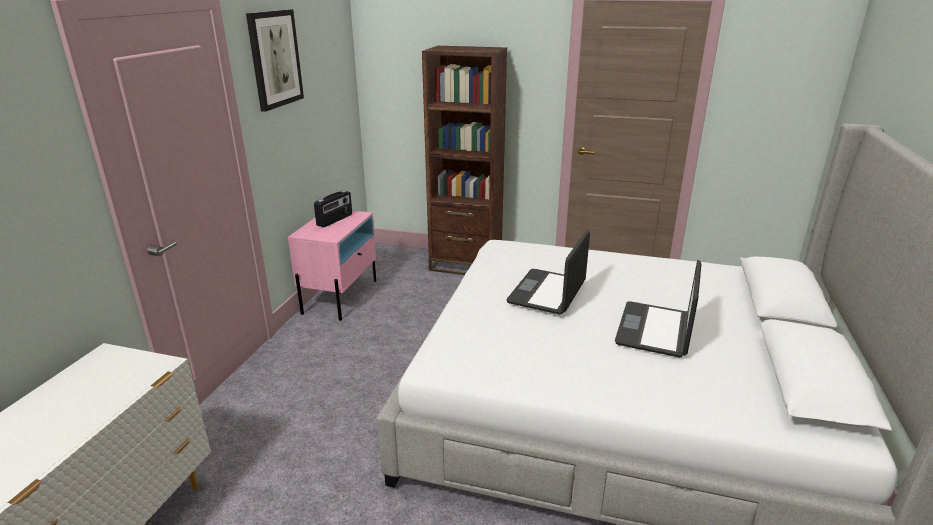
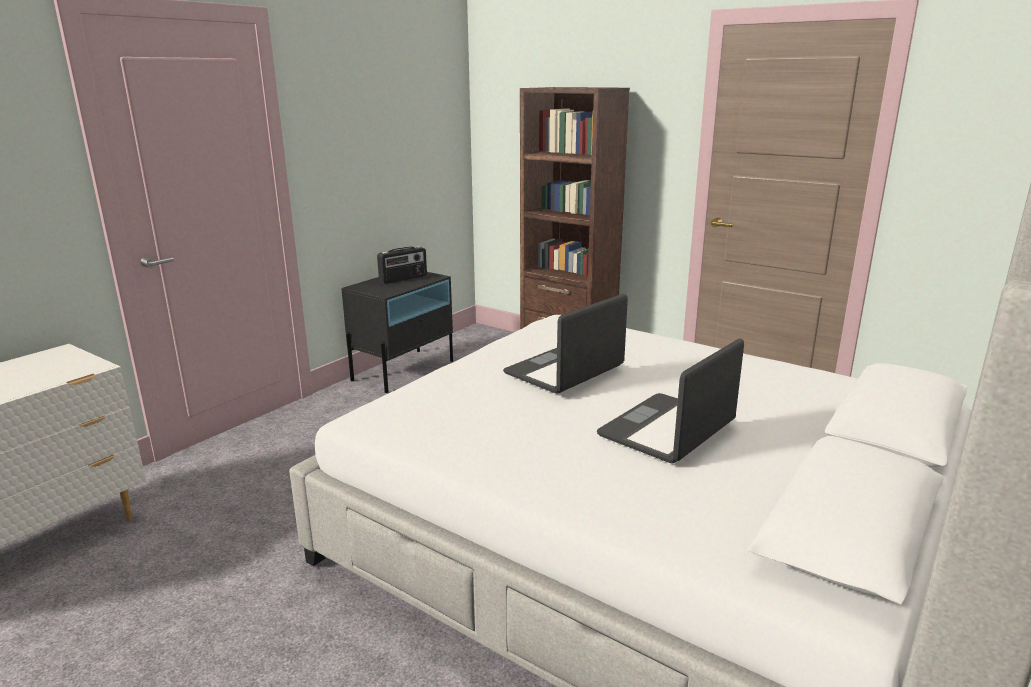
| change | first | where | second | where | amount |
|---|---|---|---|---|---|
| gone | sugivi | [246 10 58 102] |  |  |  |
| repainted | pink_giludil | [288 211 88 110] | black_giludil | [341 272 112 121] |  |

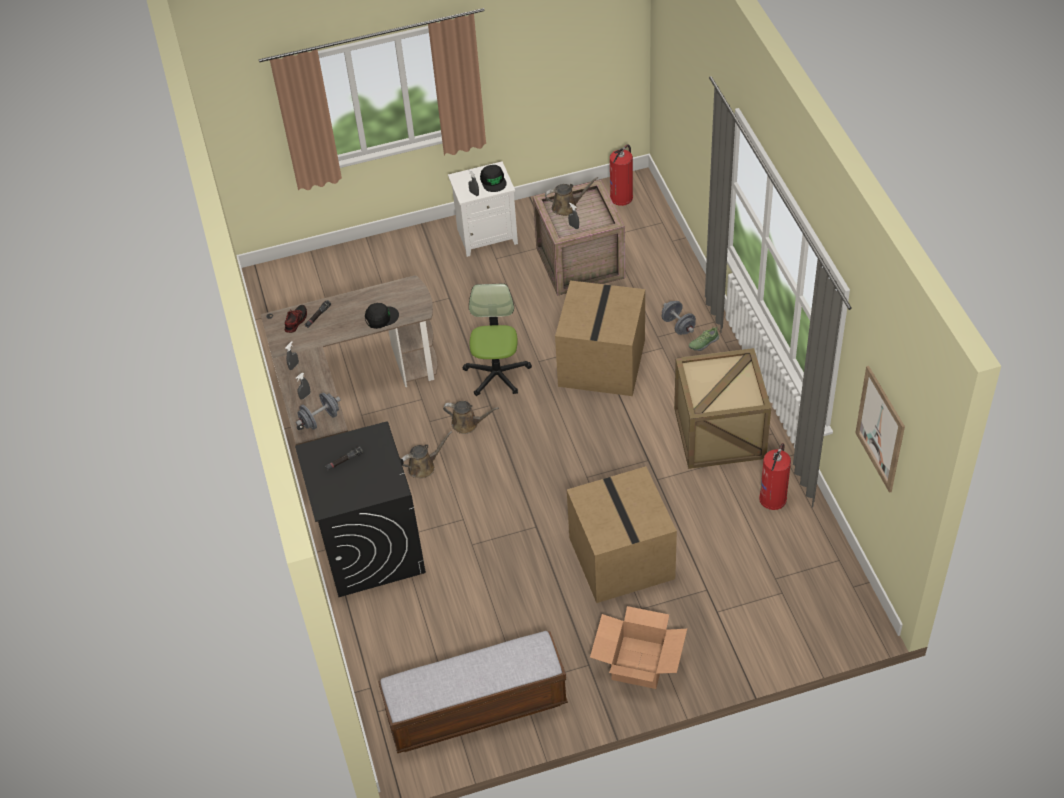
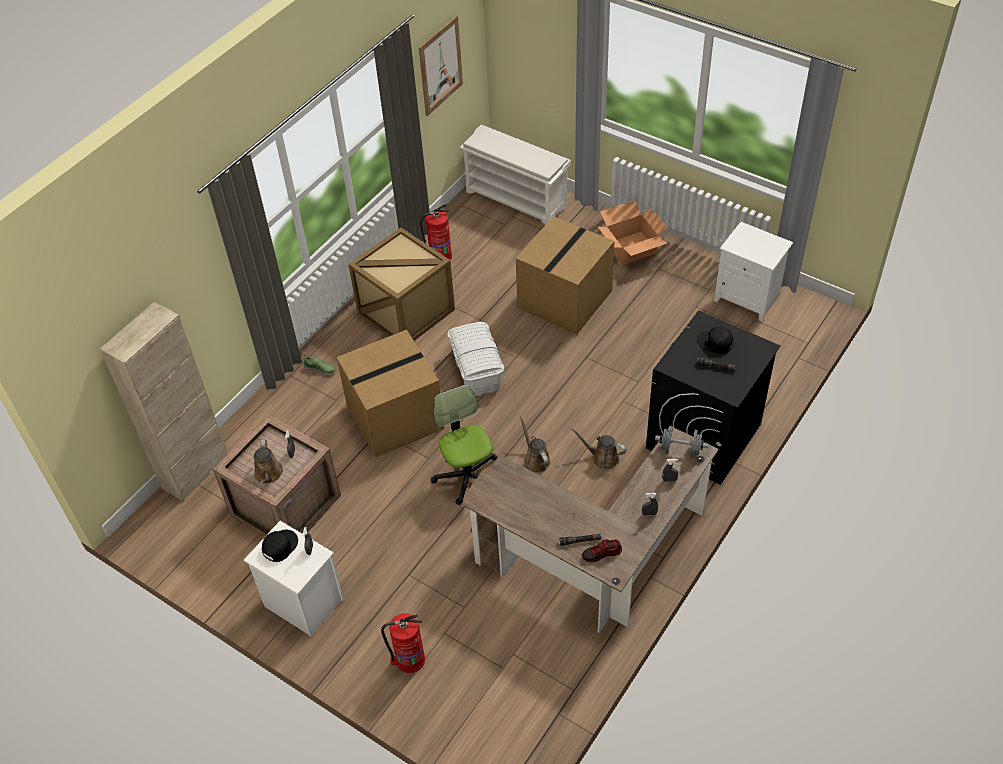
| change | first | where | second | where | amount |
|---|---|---|---|---|---|
| shifted | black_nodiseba | [365 303 34 26] |  | [697 327 37 27] |  |
| swapped | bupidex | [378 631 190 122] | white_giludil | [714 222 79 100] |  |
| rotated | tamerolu | [463 283 69 113] |  | [431 385 66 120] | 105 degrees clockwise |
| rotated | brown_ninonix | [545 177 53 39] |  | [254 440 29 45] | 135 degrees counterclockwise |
| shifted | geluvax | [610 144 23 62] |  | [381 613 44 60] |  |
| gone | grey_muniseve | [662 301 34 34] |  |  |  |
| new |  |  | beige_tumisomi | [100 302 128 199] |  |
| new |  |  | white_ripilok | [447 322 57 74] |  |
| new |  |  | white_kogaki | [460 125 111 100] |  |

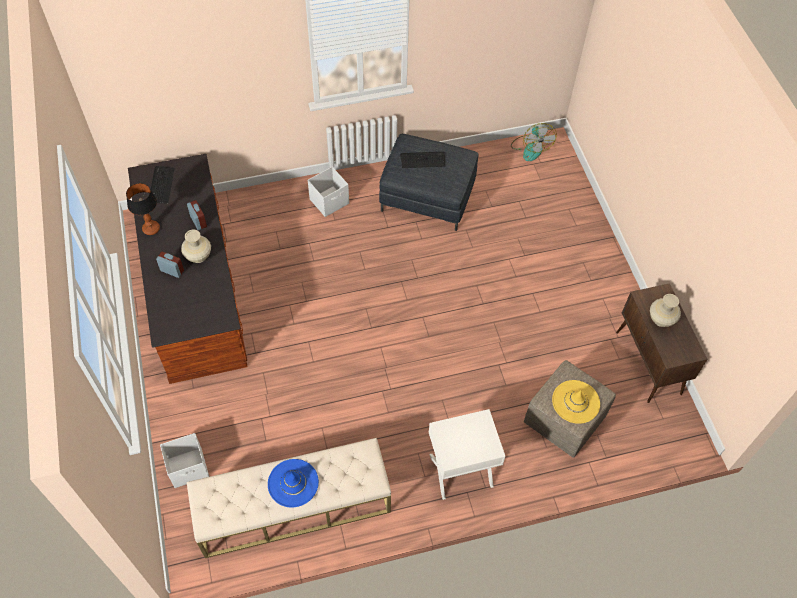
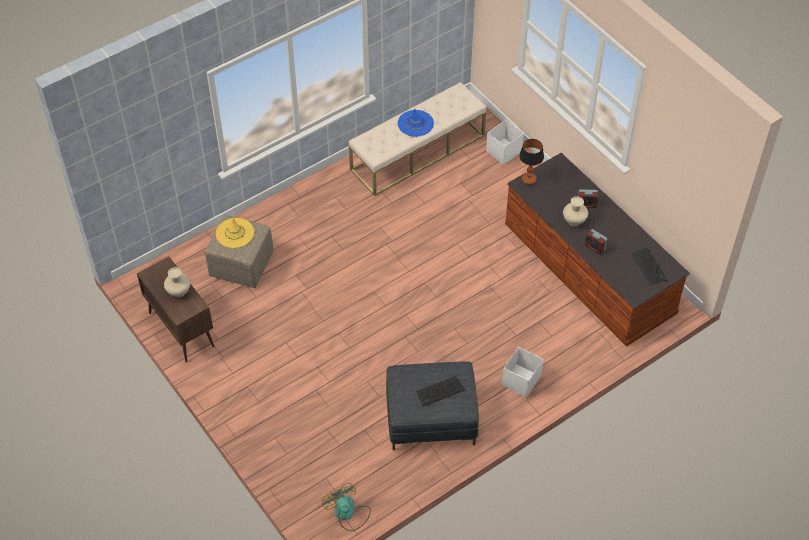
| change | first | where | second | where | amount |
|---|---|---|---|---|---|
| shifted | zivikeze | [126 183 34 52] |  | [519 139 25 46] |  |
| gone | white_giludil | [429 409 77 91] |  |  |  |

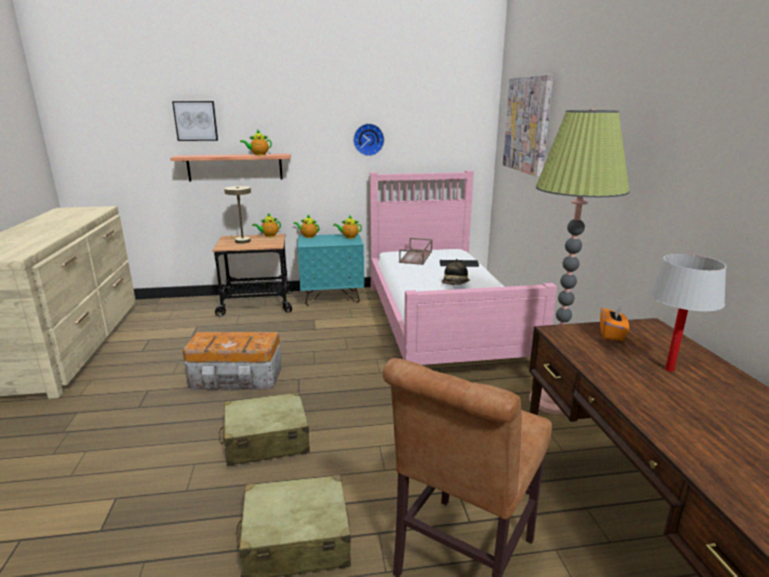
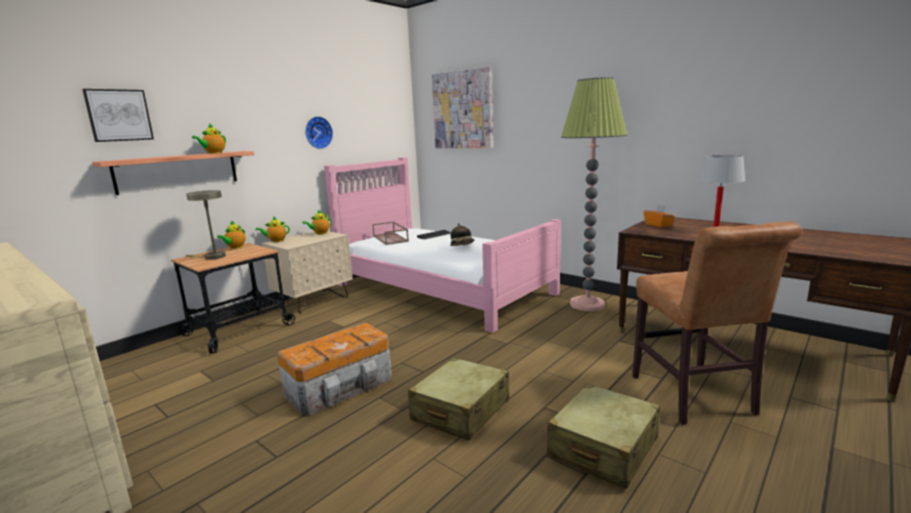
| change | first | where | second | where | amount |
|---|---|---|---|---|---|
| repainted | turquoise_giludil | [297 233 67 72] | beige_giludil | [262 231 91 83] |  |

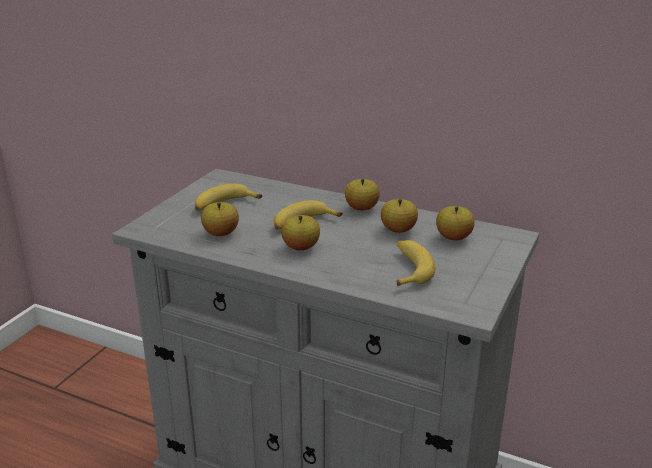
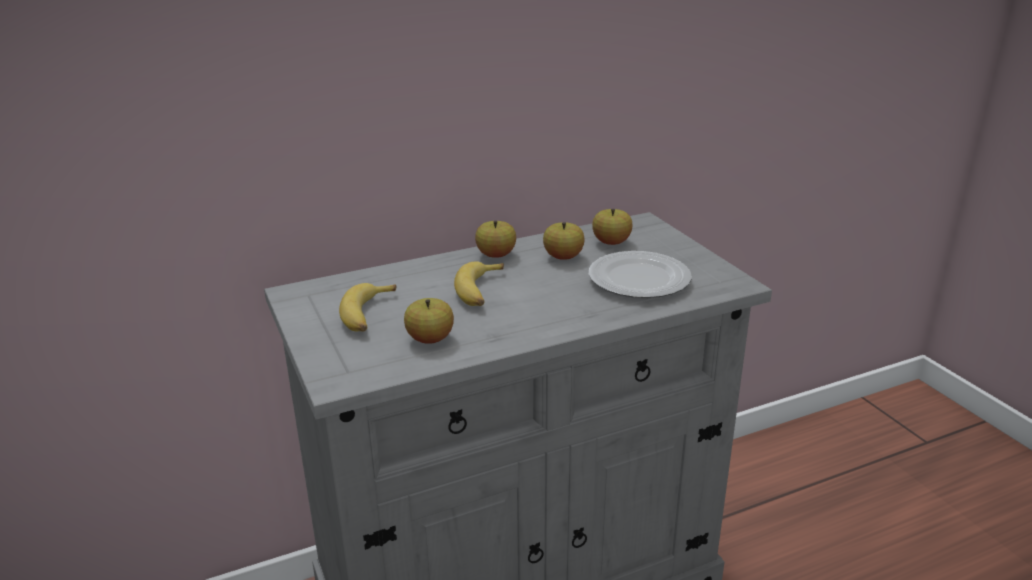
| change | first | where | second | where | amount |
|---|---|---|---|---|---|
| gone | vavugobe | [281 215 39 35] |  |  |  |
| swapped | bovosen | [397 240 39 46] | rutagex | [589 251 103 47] |  |

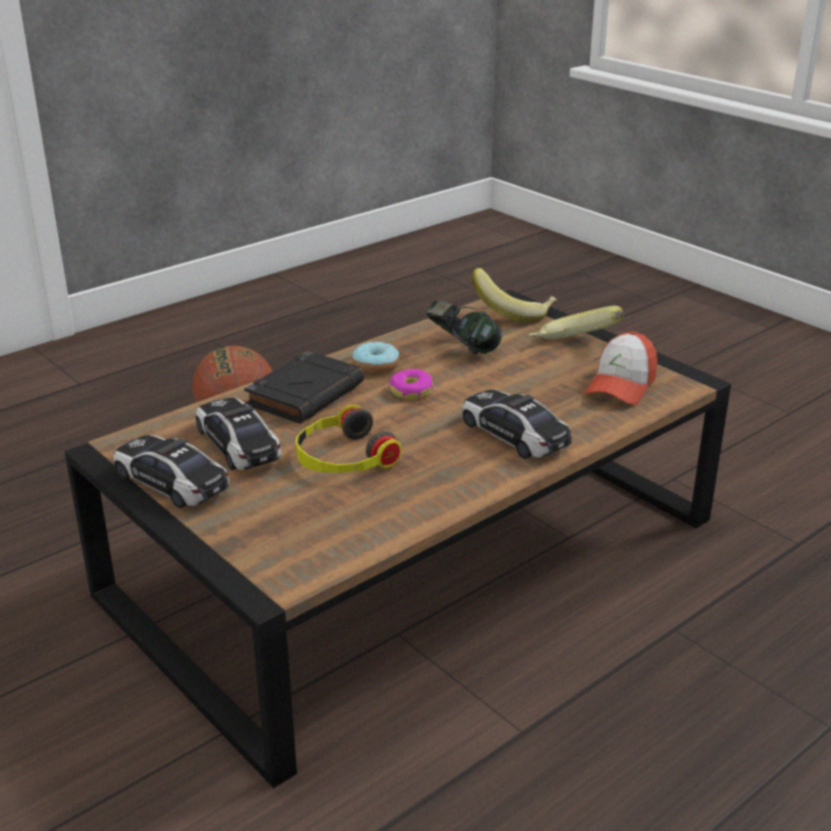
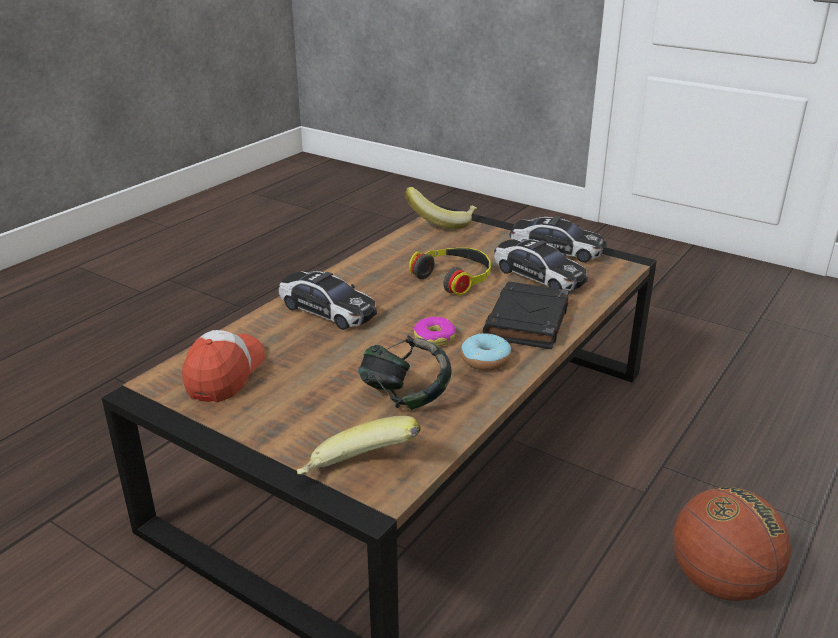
| change | first | where | second | where | amount |
|---|---|---|---|---|---|
| shifted | bovosen | [529 306 95 33] |  | [405 187 72 42] |  |

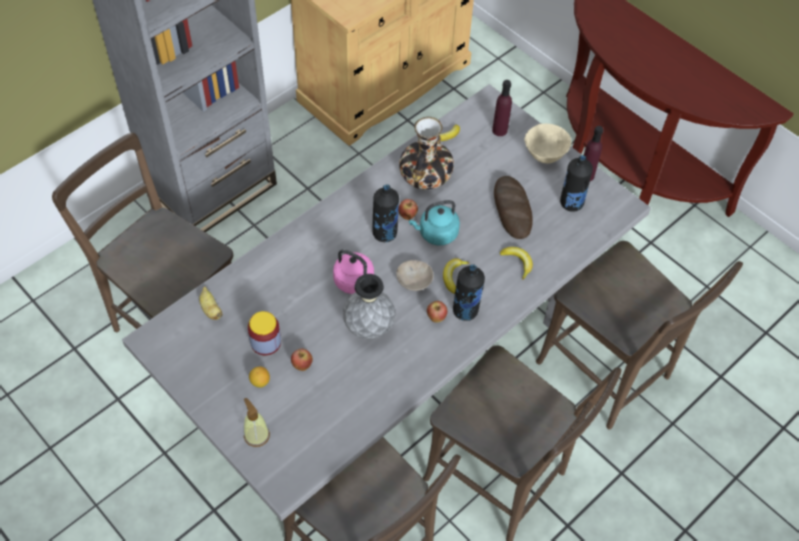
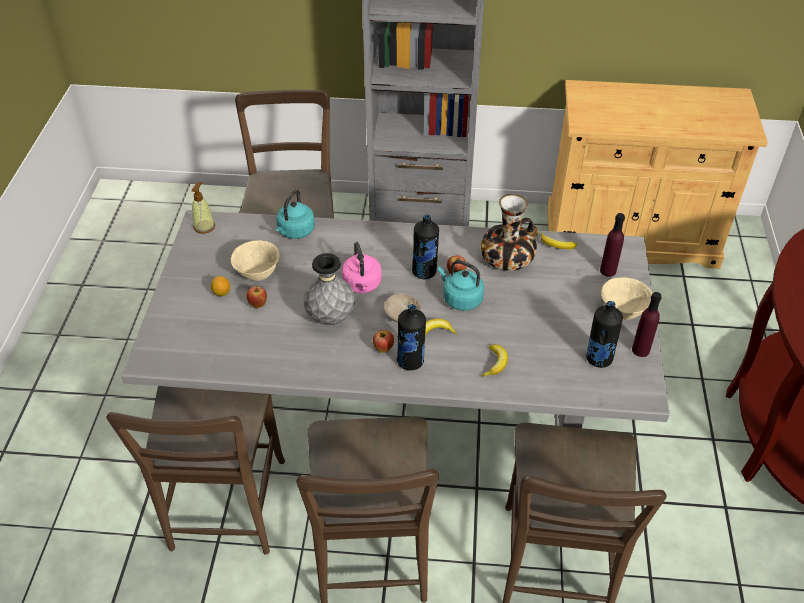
| change | first | where | second | where | amount |
|---|---|---|---|---|---|
| gone | bovosen | [199 287 24 33] |  |  |  |
| shifted | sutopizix | [243 398 27 49] |  | [192 182 23 52] |  |
| swapped | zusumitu | [248 311 33 44] | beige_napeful | [231 240 49 41] |  |
| gone | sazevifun | [494 176 39 63] |  |  |  |
| new |  |  | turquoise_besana | [276 190 39 49] |  |

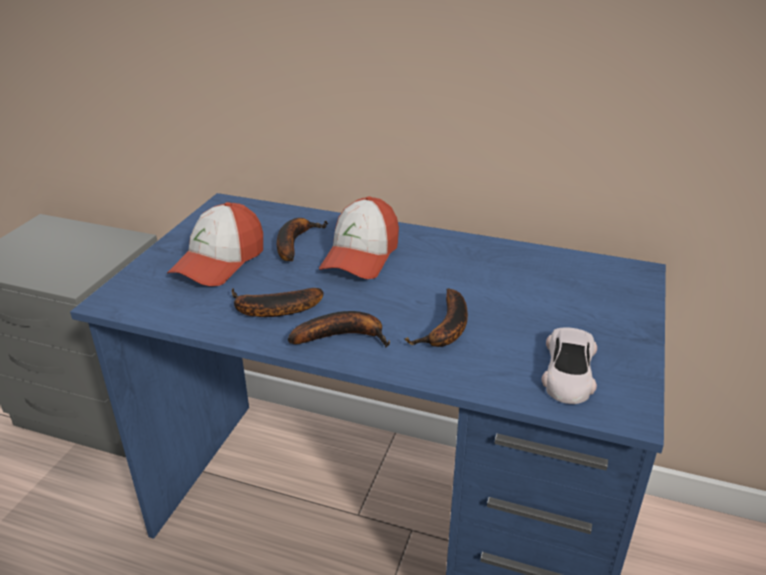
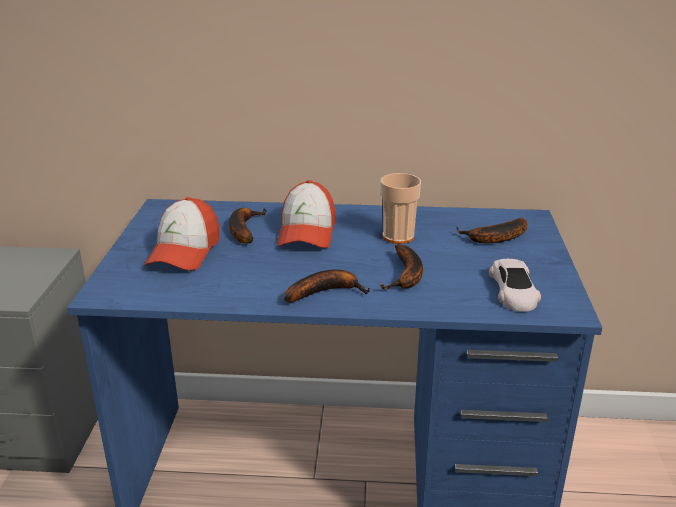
| change | first | where | second | where | amount |
|---|---|---|---|---|---|
| shifted | bovosen | [232 288 92 29] |  | [457 218 71 25] |  |
| new |  |  | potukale | [380 173 41 71] |  |

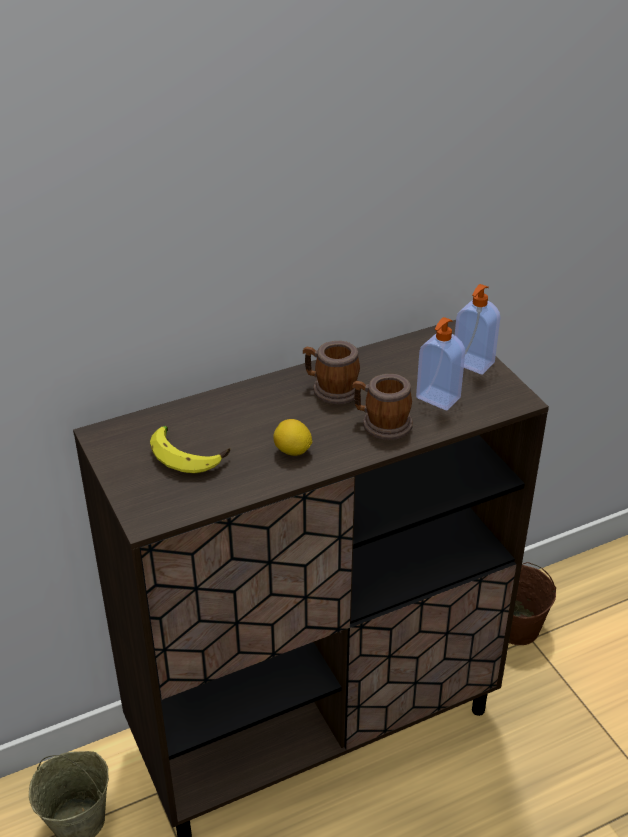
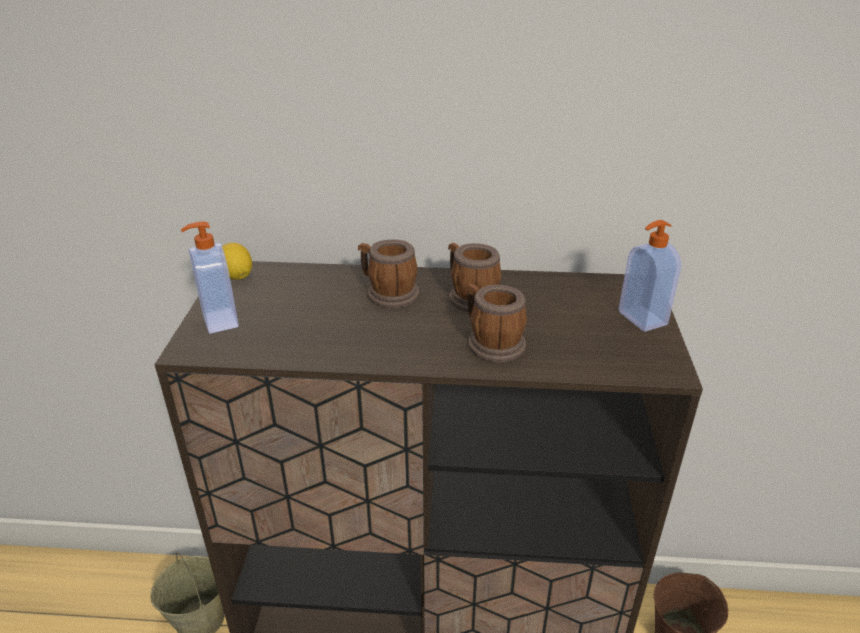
| change | first | where | second | where | amount |
|---|---|---|---|---|---|
| gone | bovosen | [150 426 80 48] |  |  |  |
| shifted | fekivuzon | [273 419 39 37] |  | [222 243 30 37] |  |
| shifted | sutopizix | [416 317 49 93] |  | [181 221 58 113] |  |
| new |  |  | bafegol | [358 239 61 69] |  |

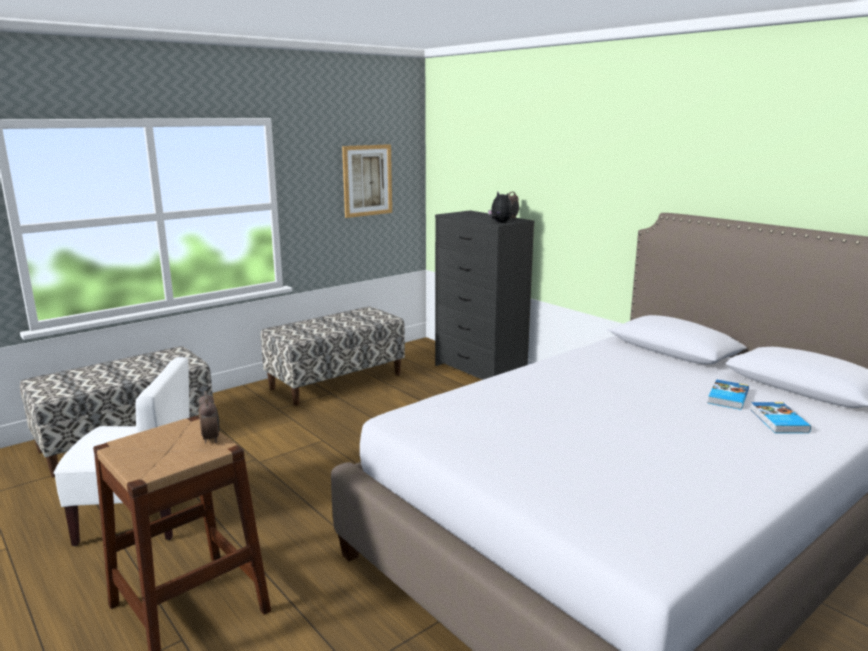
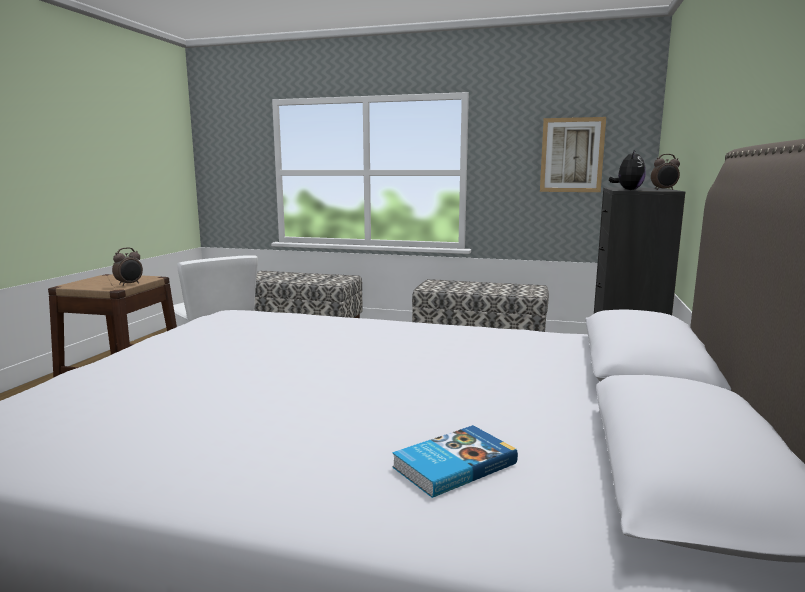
| change | first | where | second | where | amount |
|---|---|---|---|---|---|
| gone | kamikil | [708 380 41 30] |  |  |  |

